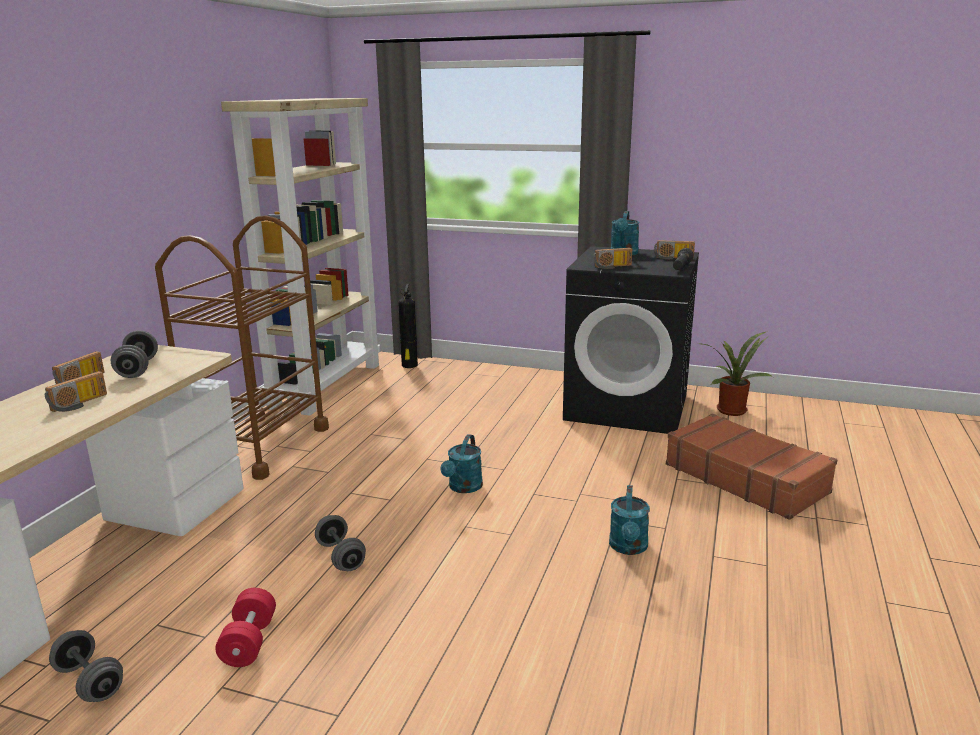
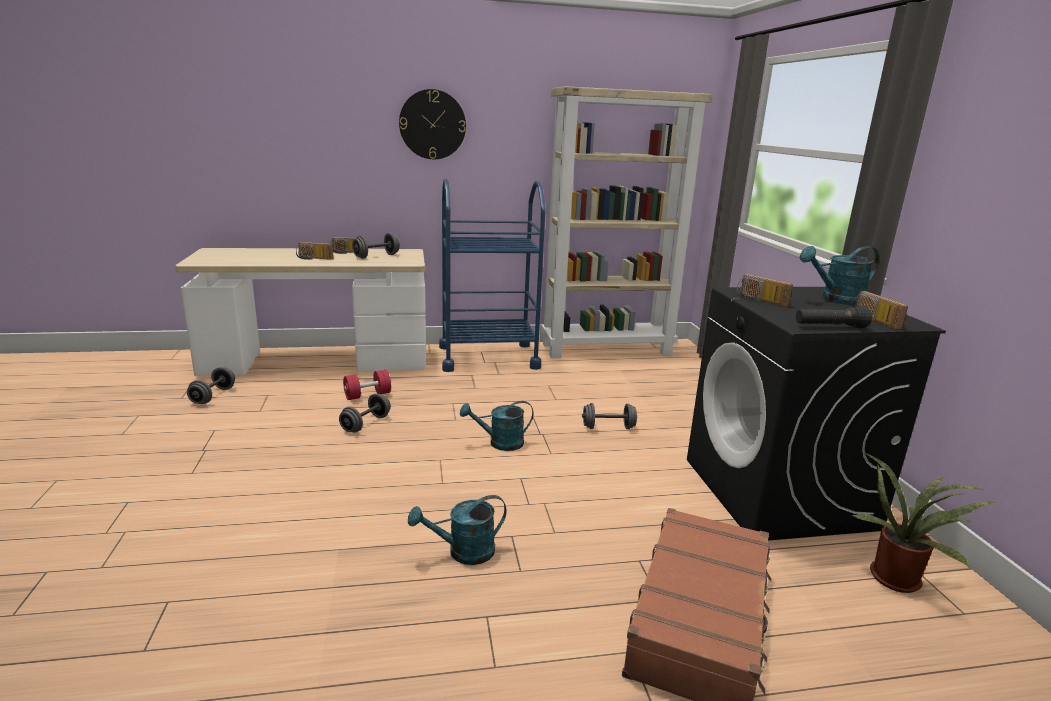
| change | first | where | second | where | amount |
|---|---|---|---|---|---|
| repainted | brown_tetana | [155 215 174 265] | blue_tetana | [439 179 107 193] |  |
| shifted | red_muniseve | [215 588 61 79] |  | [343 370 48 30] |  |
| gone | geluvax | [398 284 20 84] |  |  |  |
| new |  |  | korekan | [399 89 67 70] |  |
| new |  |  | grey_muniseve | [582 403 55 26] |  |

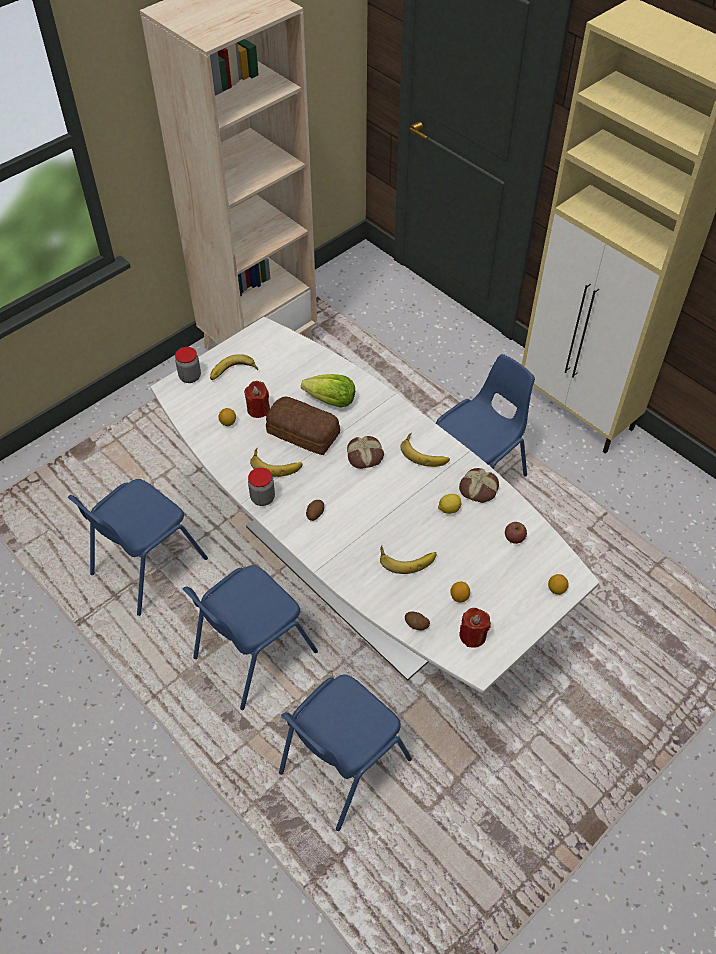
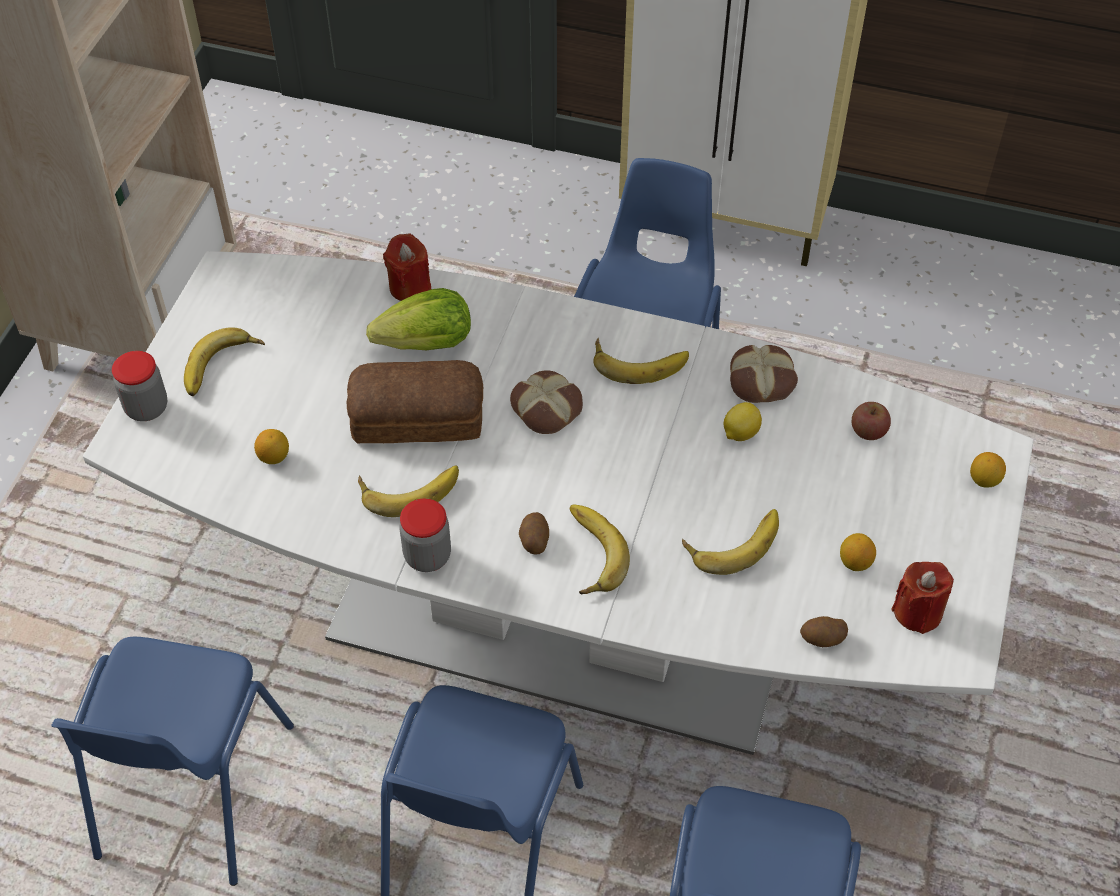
| change | first | where | second | where | amount |
|---|---|---|---|---|---|
| shifted | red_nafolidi | [244 381 26 37] |  | [383 233 48 68] |  |
| new |  |  | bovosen | [570 504 60 90] |  |

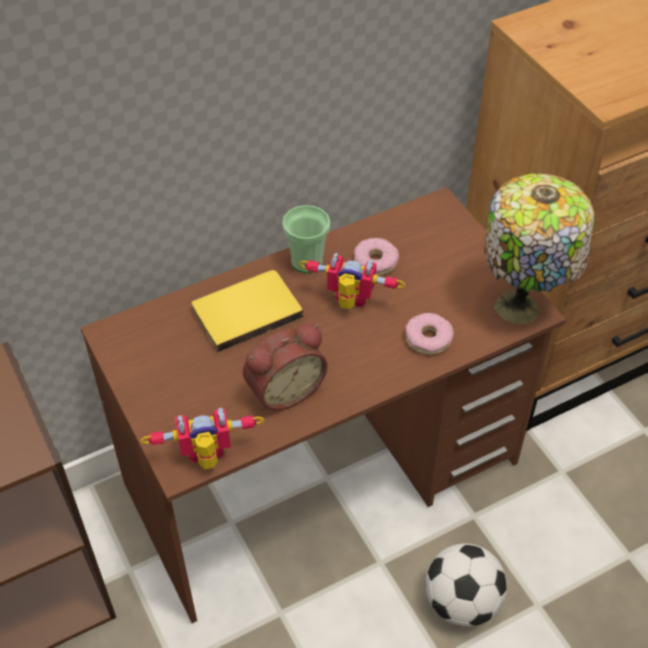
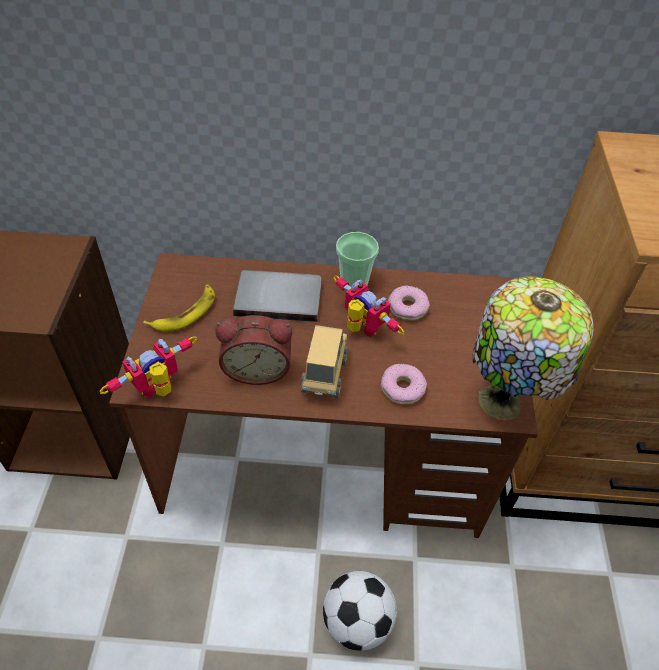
| change | first | where | second | where | amount |
|---|---|---|---|---|---|
| rotated | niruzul | [141 408 123 62] |  | [99 337 99 60] | 60 degrees counterclockwise |
| repainted | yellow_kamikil | [192 270 112 82] | grey_kamikil | [233 270 88 52] |  |
| new |  |  | bovosen | [143 284 72 47] |  |
| new |  |  | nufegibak | [301 325 48 73] |  |

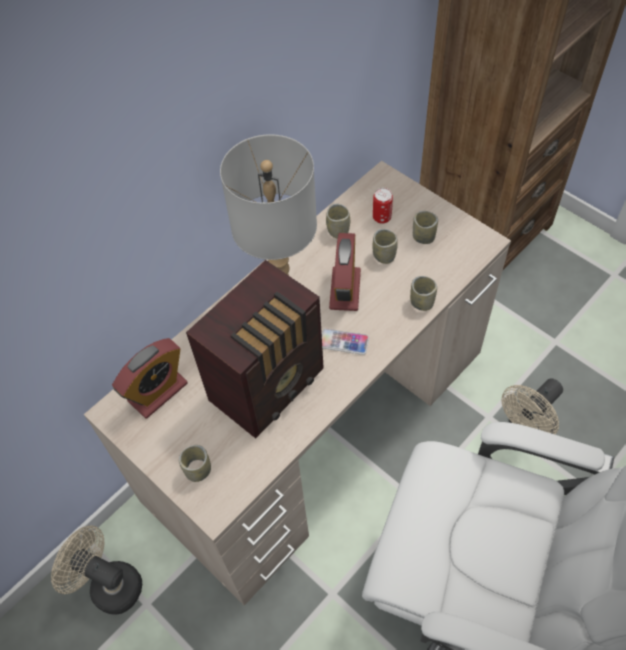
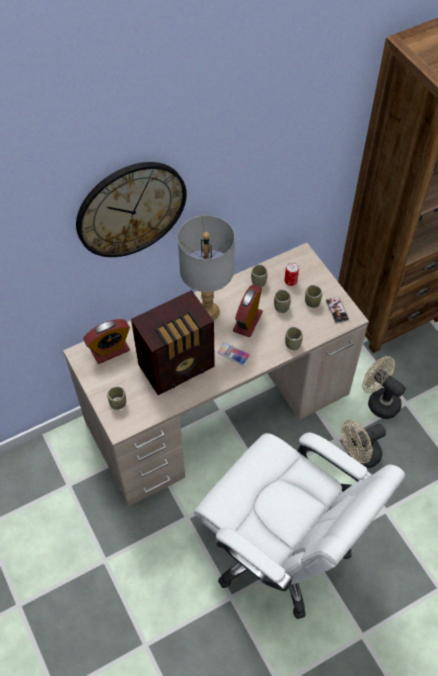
| change | first | where | second | where | amount |
|---|---|---|---|---|---|
| shifted | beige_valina | [51 525 91 90] |  | [362 356 43 63] |  |
| new |  |  | korekan | [76 162 111 95] |  |
| new |  |  | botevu | [326 297 23 26] |  |

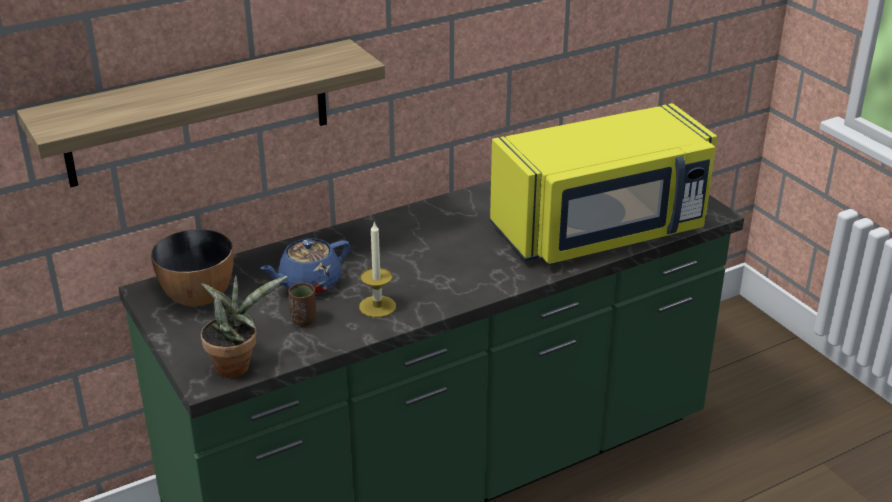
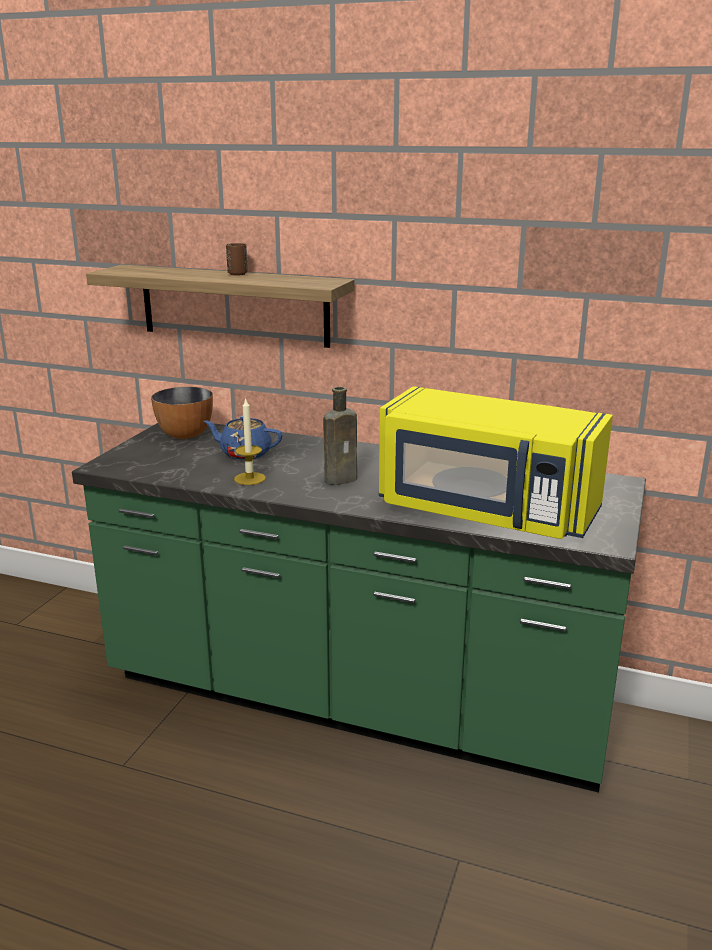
| change | first | where | second | where | amount |
|---|---|---|---|---|---|
| gone | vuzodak | [201 275 87 103] |  |  |  |
| shifted | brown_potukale | [288 283 29 43] |  | [226 243 22 33] |  |
| new |  |  | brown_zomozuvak | [323 387 34 98] |  |

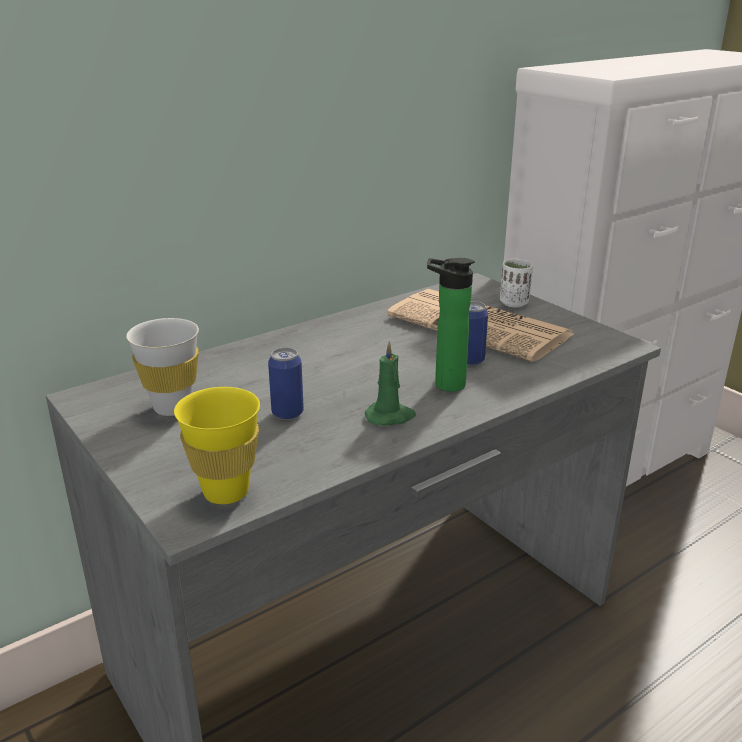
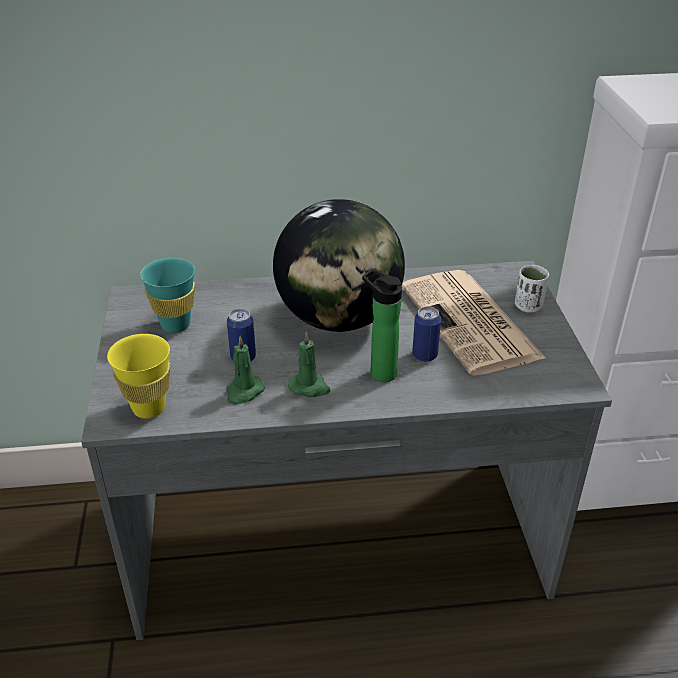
| change | first | where | second | where | amount |
|---|---|---|---|---|---|
| repainted | white_potukale | [126 318 73 98] | turquoise_potukale | [140 258 55 75] |  |
| new |  |  | green_nafolidi | [226 336 39 69] |  |
| new |  |  | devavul | [273 199 132 133] |  |

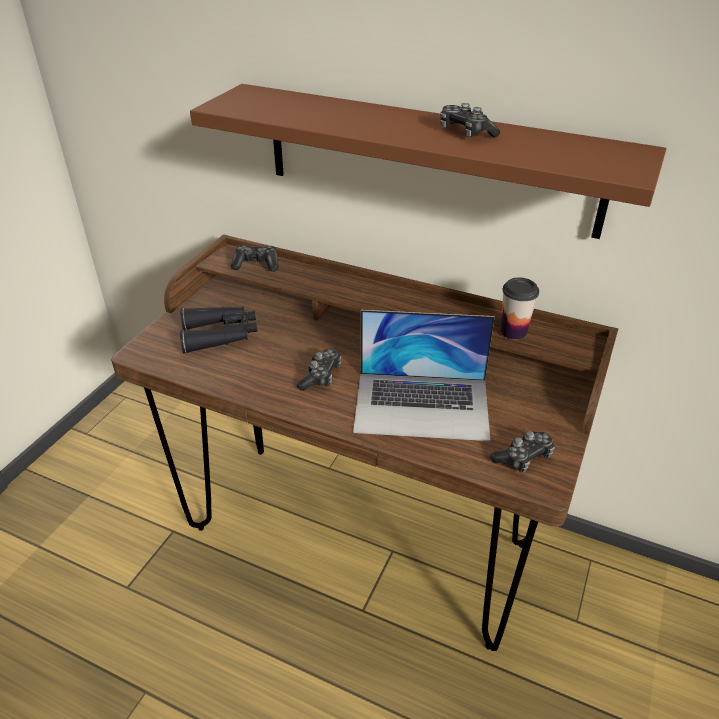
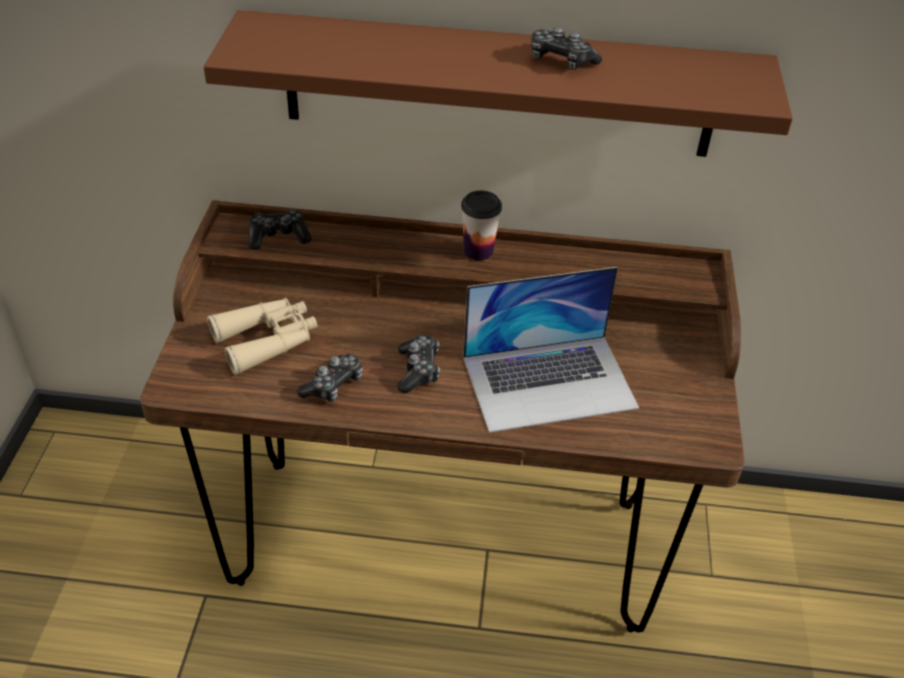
| change | first | where | second | where | amount |
|---|---|---|---|---|---|
| repainted | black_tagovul | [180 306 78 48] | beige_tagovul | [207 298 111 77] |  |
| shifted | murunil | [490 431 65 42] |  | [297 354 66 48] |  |
| shifted | potukale | [501 277 38 63] |  | [461 190 41 71] |  |

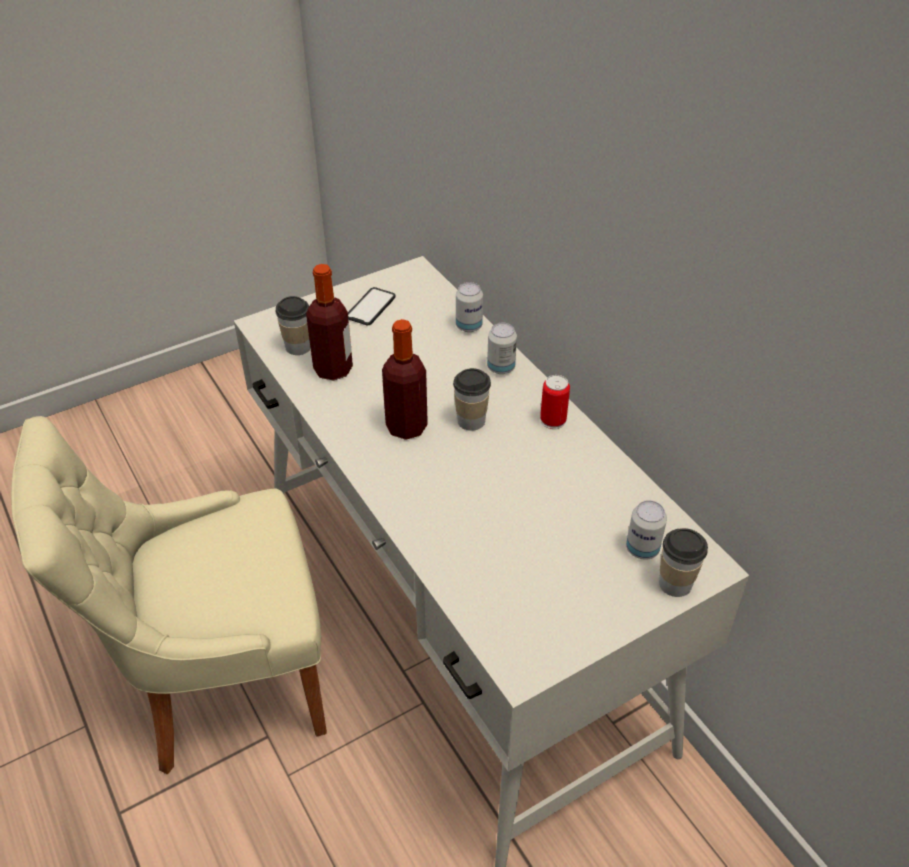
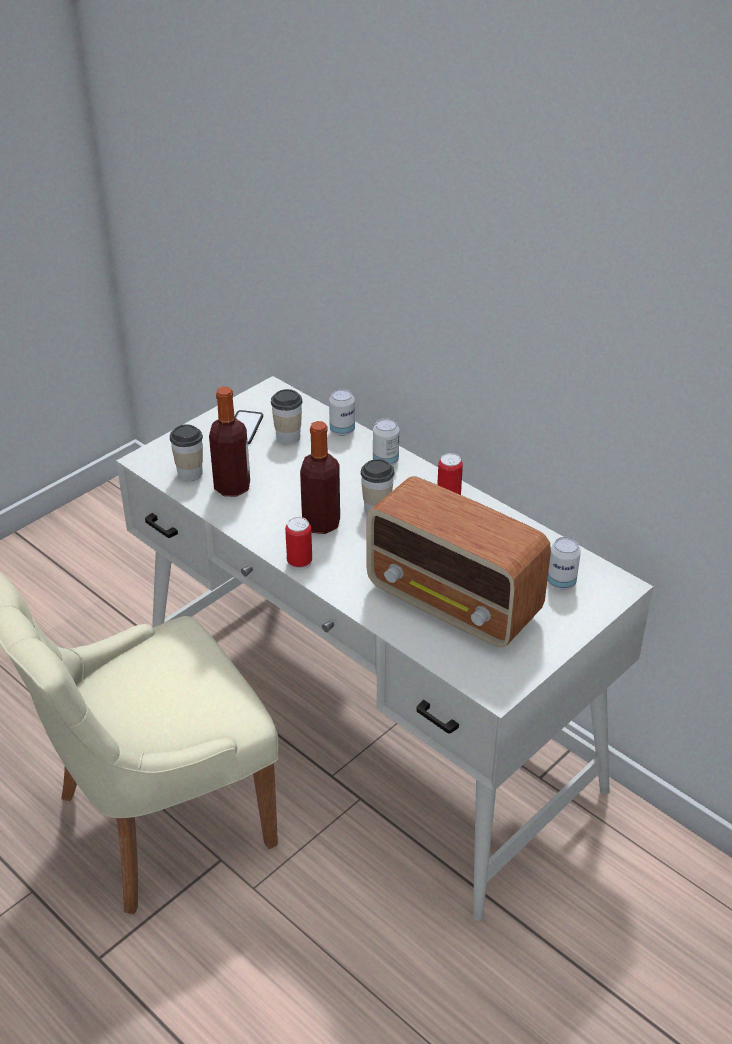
| change | first | where | second | where | amount |
|---|---|---|---|---|---|
| shifted | potukale | [659 528 49 69] |  | [271 389 31 55] |  |
| new |  |  | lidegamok | [285 517 27 53] |  |
| new |  |  | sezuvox | [367 476 184 171] |  |

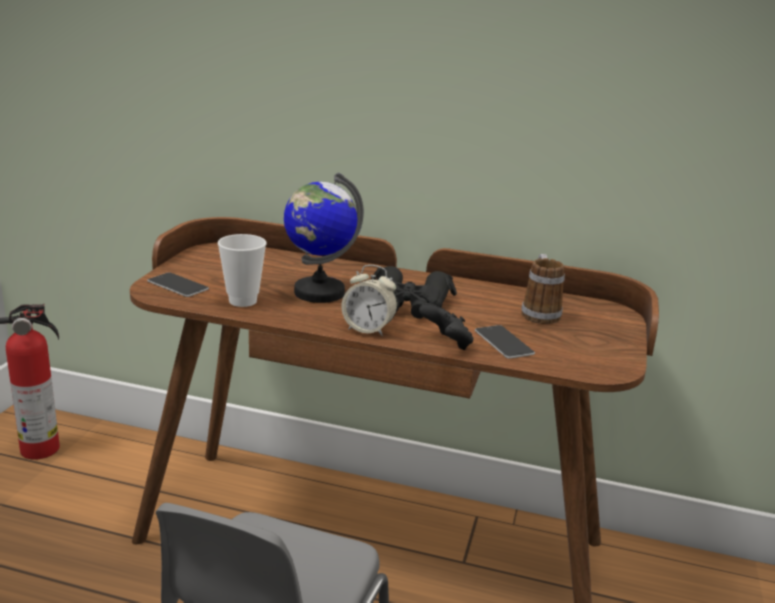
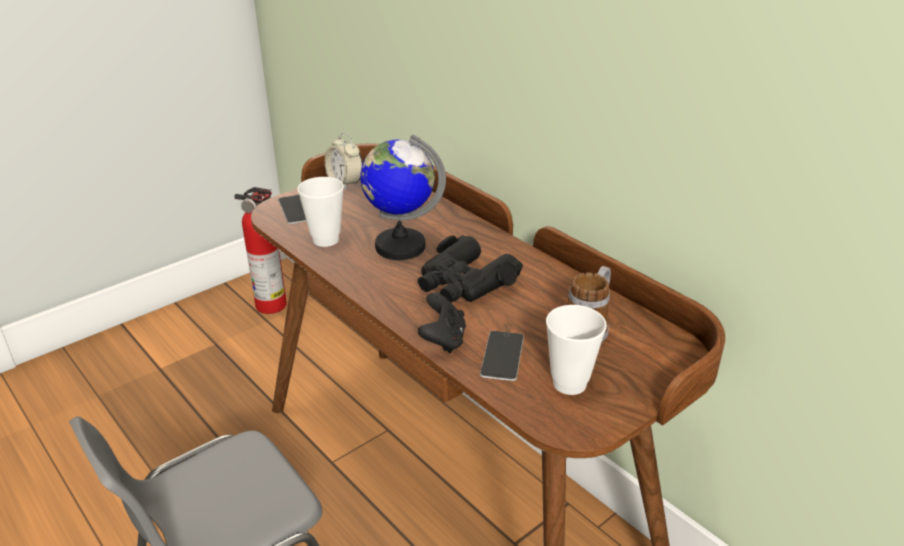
| change | first | where | second | where | amount |
|---|---|---|---|---|---|
| shifted | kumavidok | [342 265 55 71] |  | [325 132 38 58] |  |
| new |  |  | potukale | [546 305 61 90] |  |

